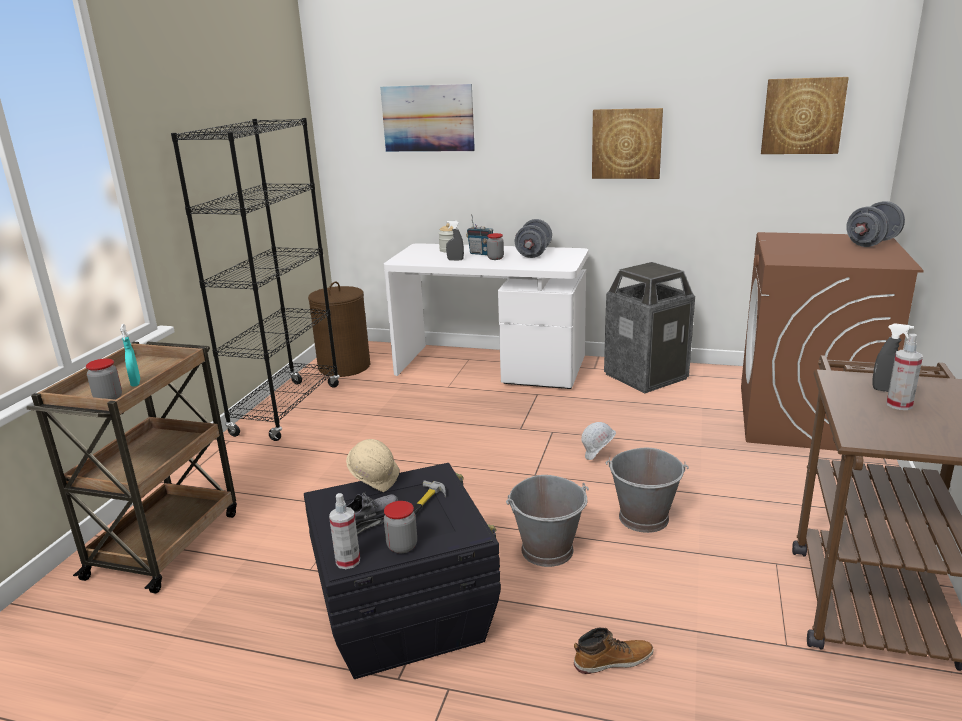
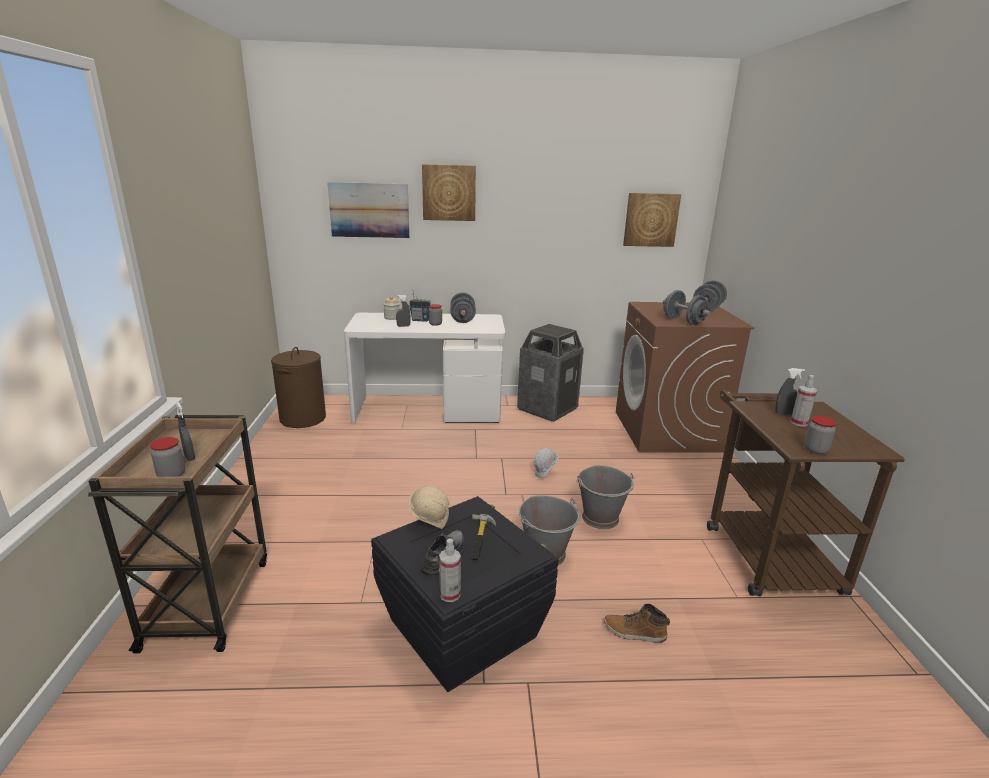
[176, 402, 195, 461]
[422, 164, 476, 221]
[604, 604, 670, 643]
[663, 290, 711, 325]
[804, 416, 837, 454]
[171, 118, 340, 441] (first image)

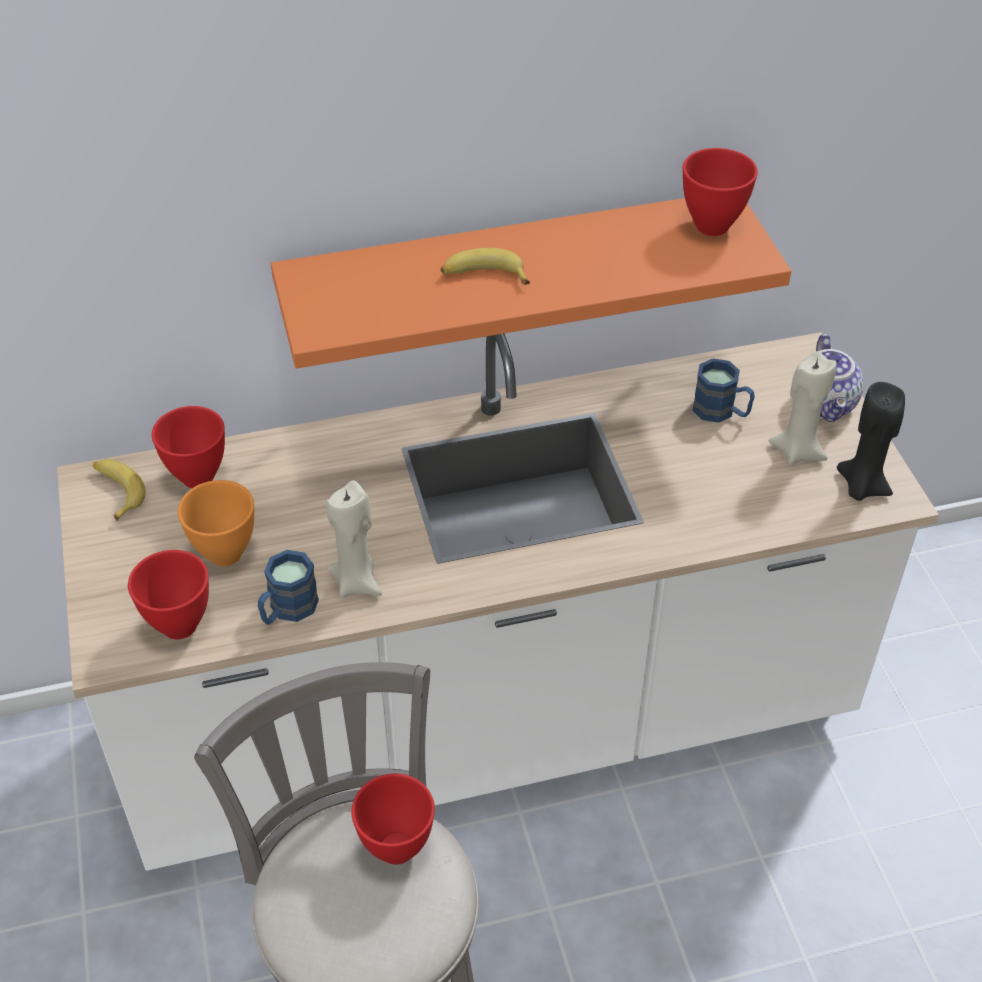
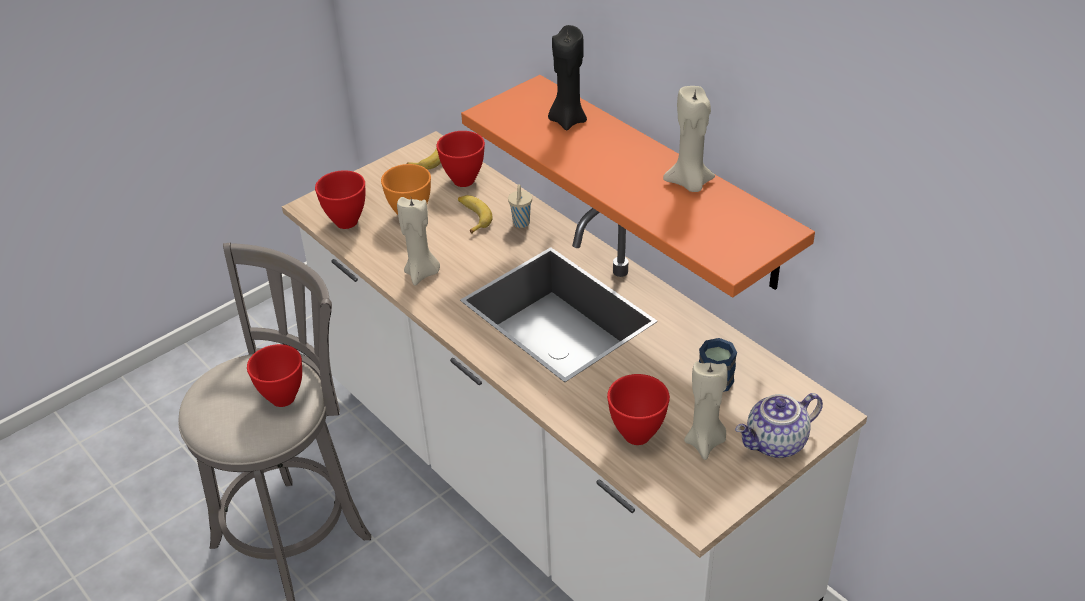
[458, 195, 493, 234]
[508, 184, 532, 228]
[548, 25, 587, 131]
[607, 374, 670, 445]
[663, 86, 715, 192]
[258, 550, 319, 625] (first image)

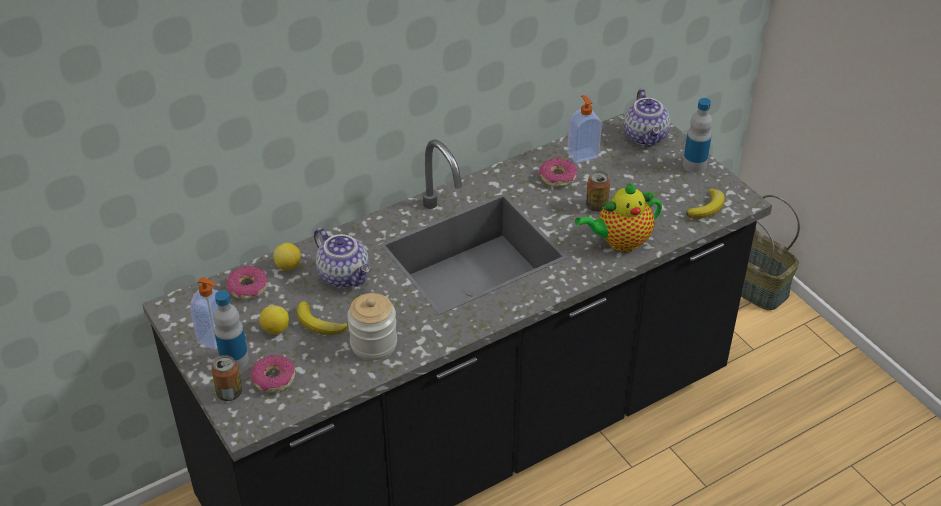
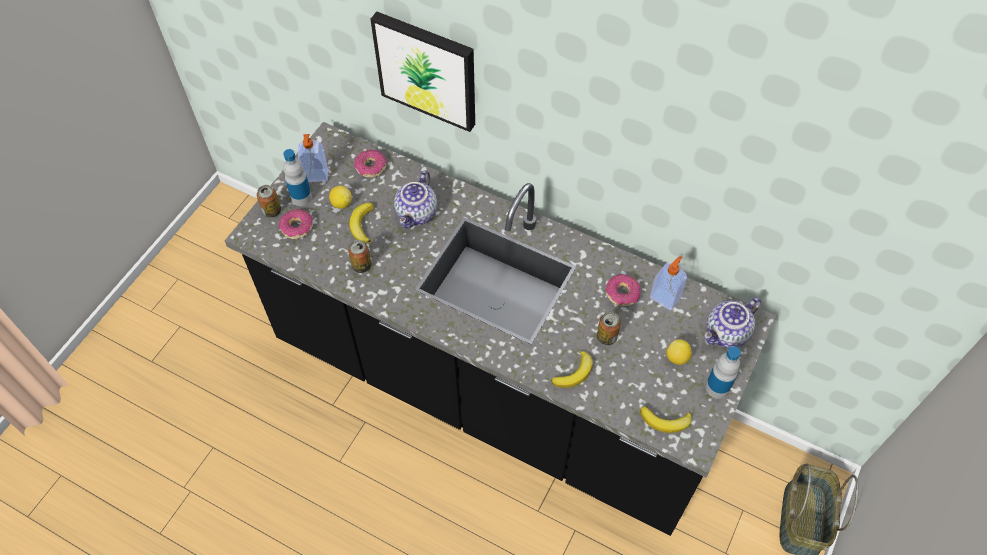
[348, 240, 372, 273]
[370, 12, 475, 132]
[551, 351, 593, 388]
[666, 340, 692, 365]

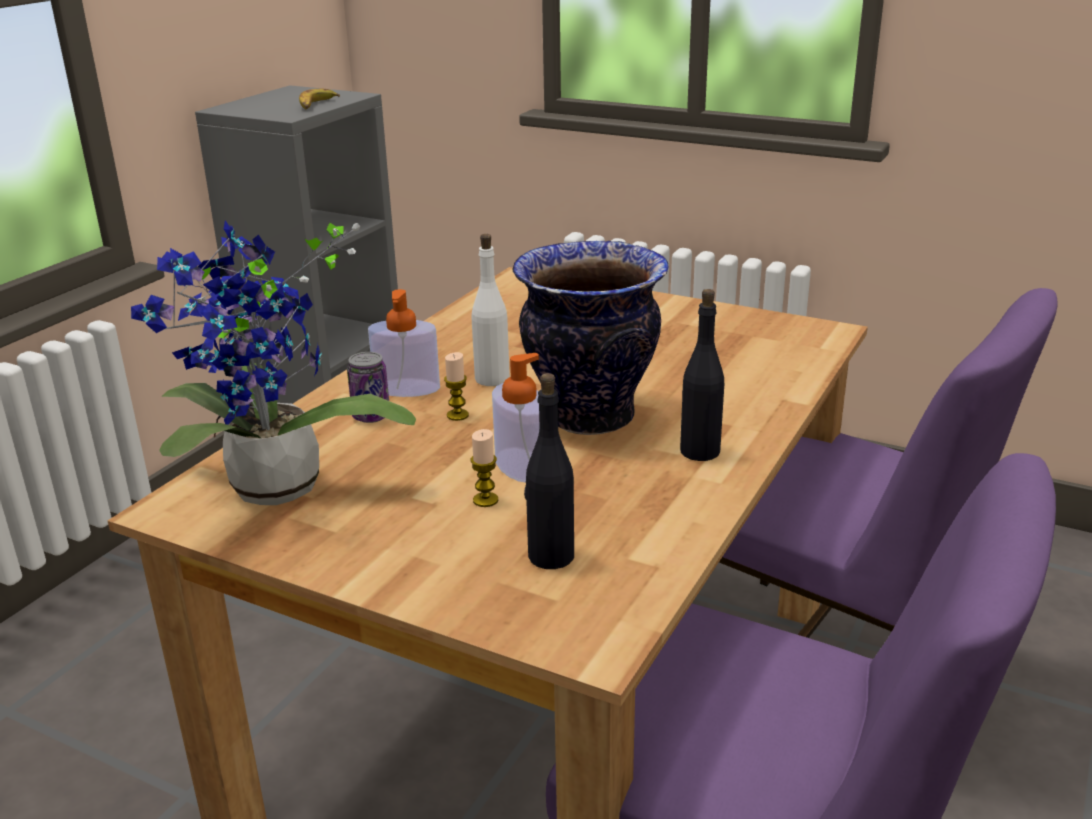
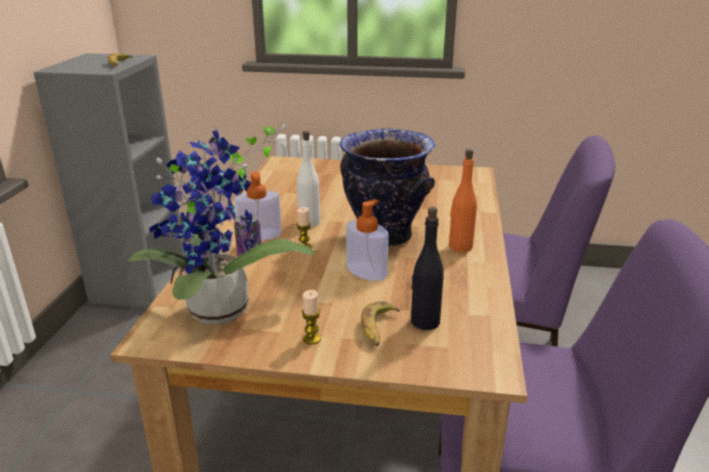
[302, 290, 321, 344]
[361, 301, 400, 346]
[449, 149, 477, 252]

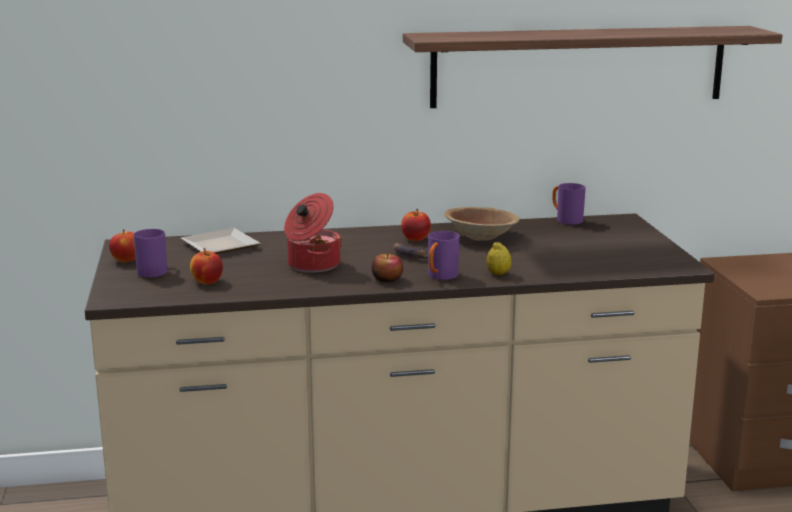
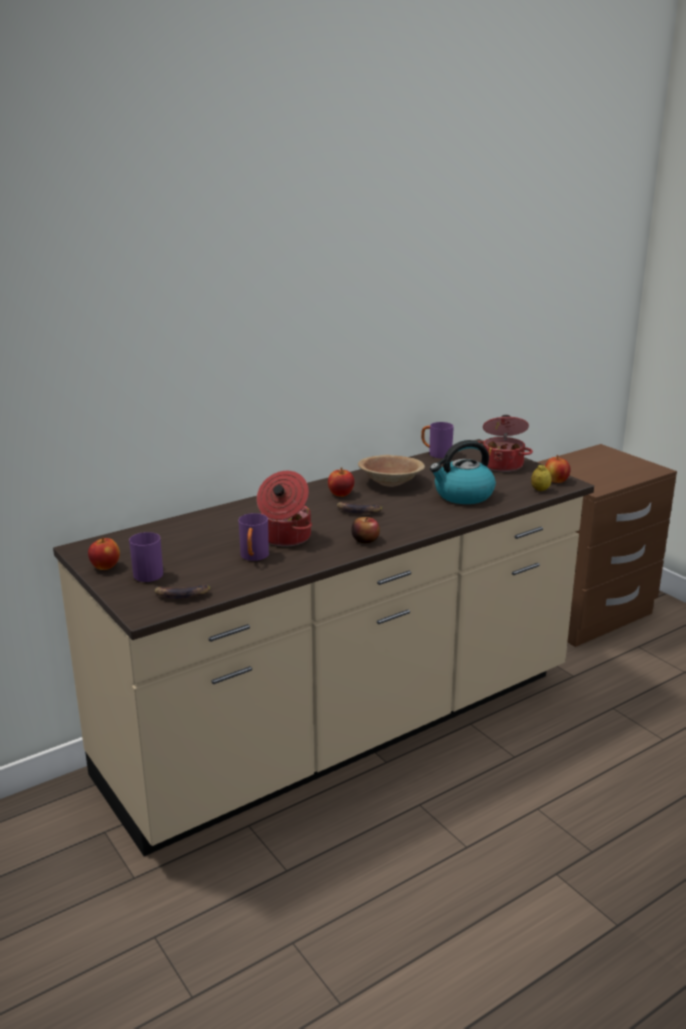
[155, 585, 211, 599]
[239, 513, 269, 561]
[430, 440, 496, 504]
[478, 415, 533, 472]
[531, 464, 551, 491]
[545, 455, 571, 483]
[181, 228, 261, 254] (first image)
[403, 26, 783, 108] (first image)

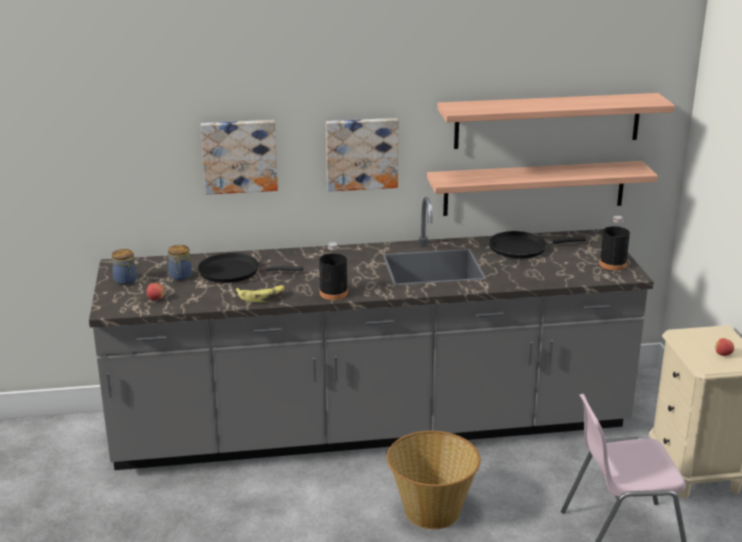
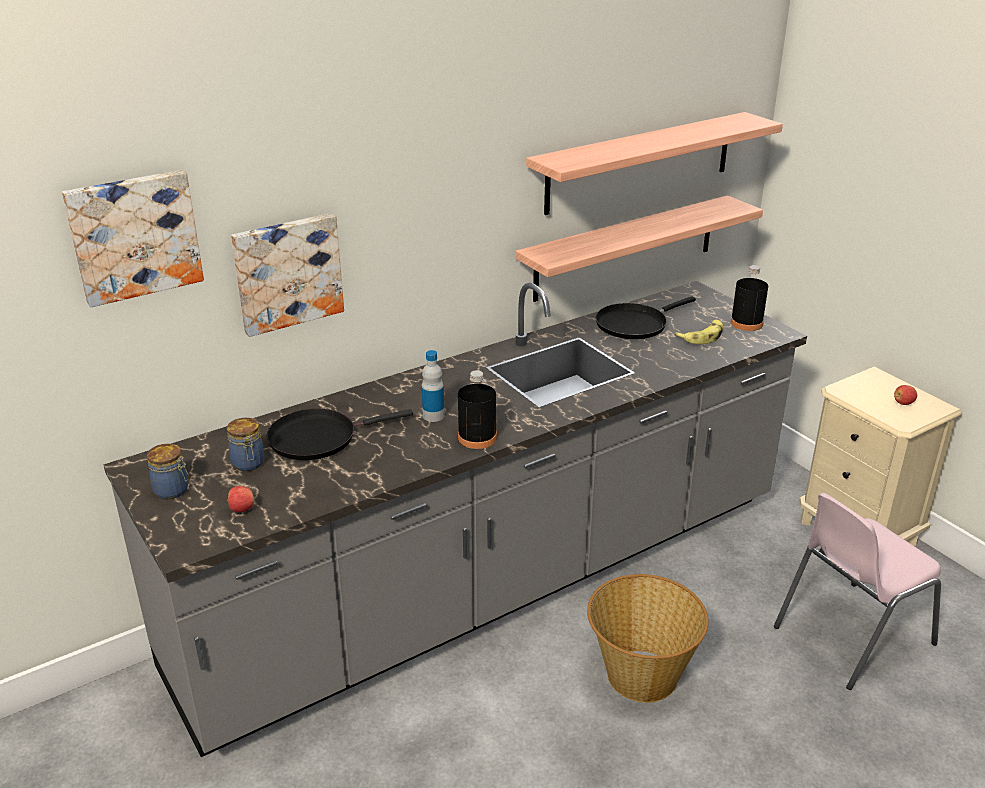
[62, 170, 204, 307]
[422, 350, 445, 422]
[675, 320, 723, 344]

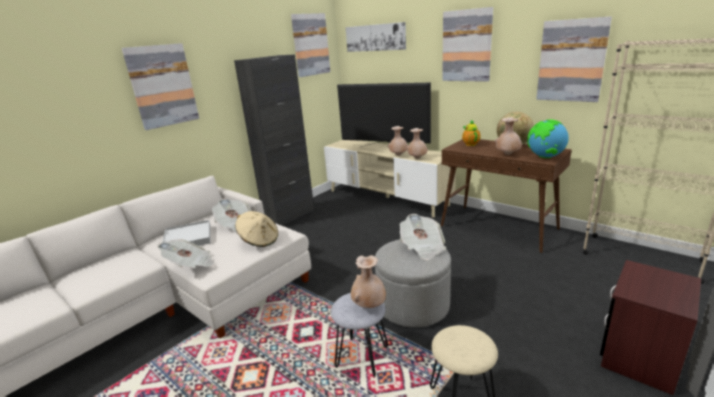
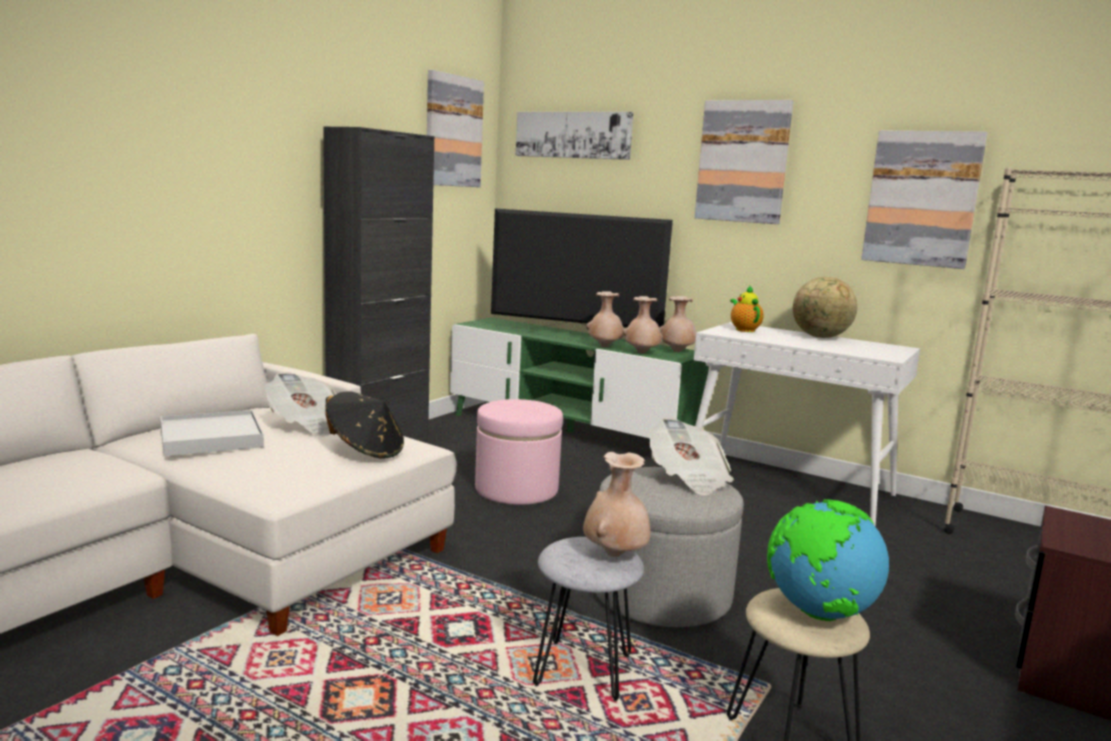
[326, 392, 404, 459]
[450, 318, 709, 438]
[475, 399, 563, 505]
[659, 296, 696, 352]
[694, 322, 920, 527]
[767, 499, 889, 621]
[122, 43, 199, 130] (first image)
[157, 240, 215, 268] (first image)

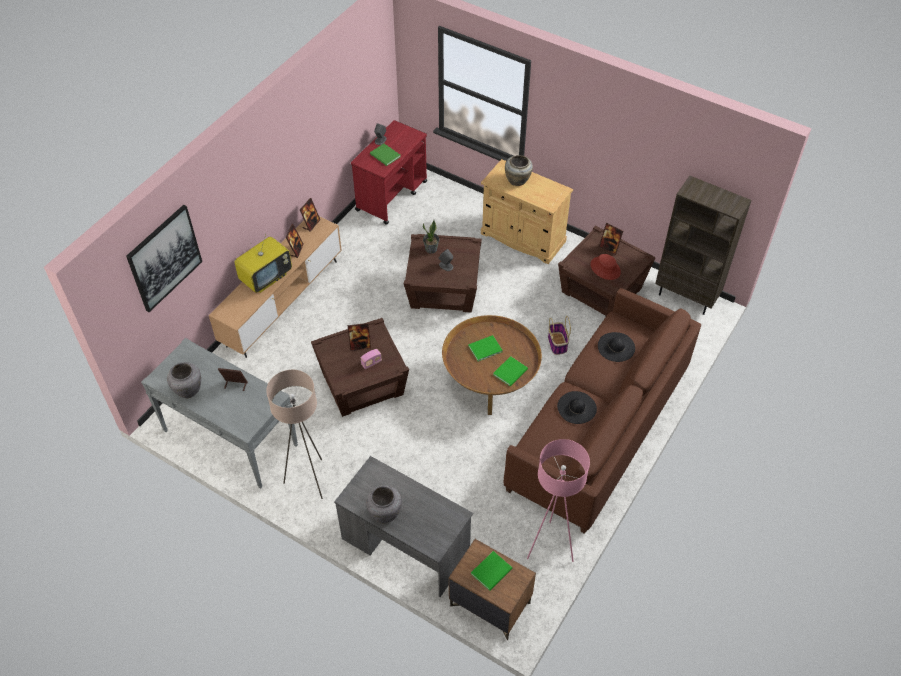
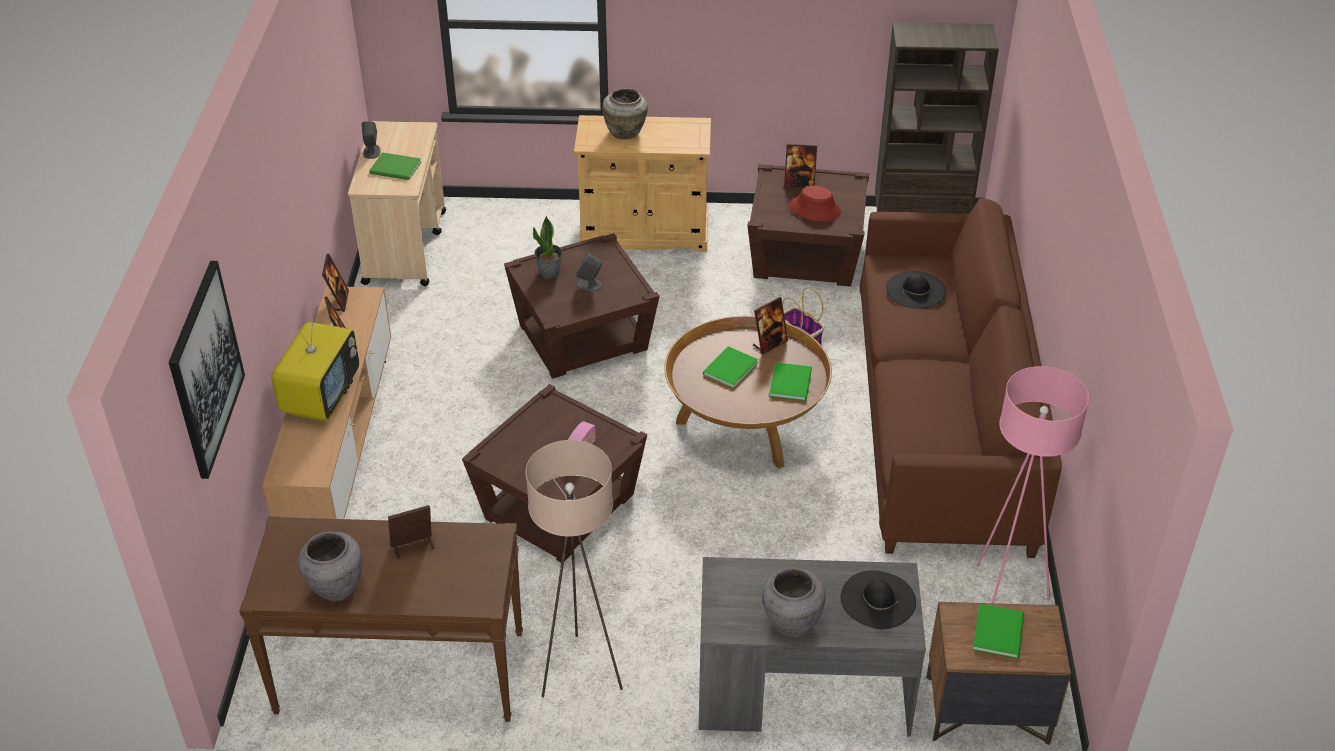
[239, 516, 523, 722]
[348, 121, 446, 286]
[753, 297, 788, 354]
[840, 570, 916, 629]

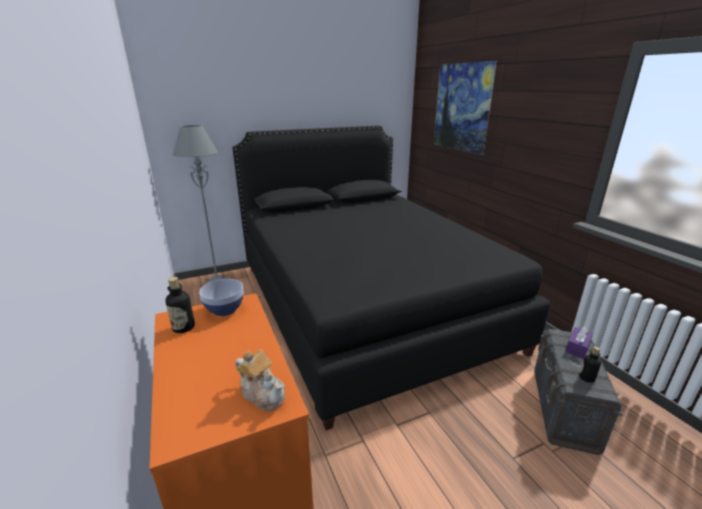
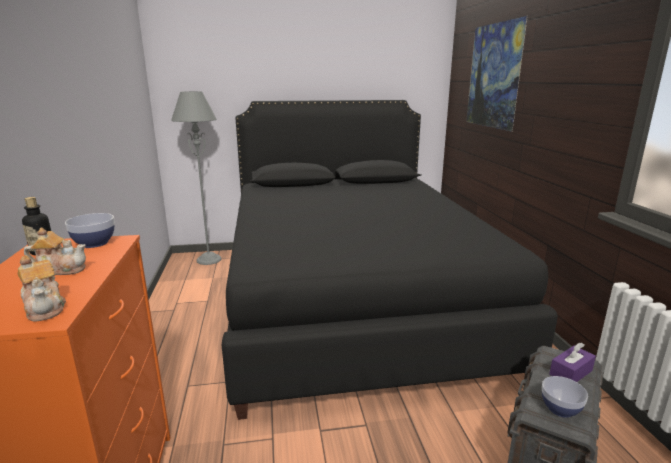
[24, 228, 86, 275]
[542, 376, 588, 418]

